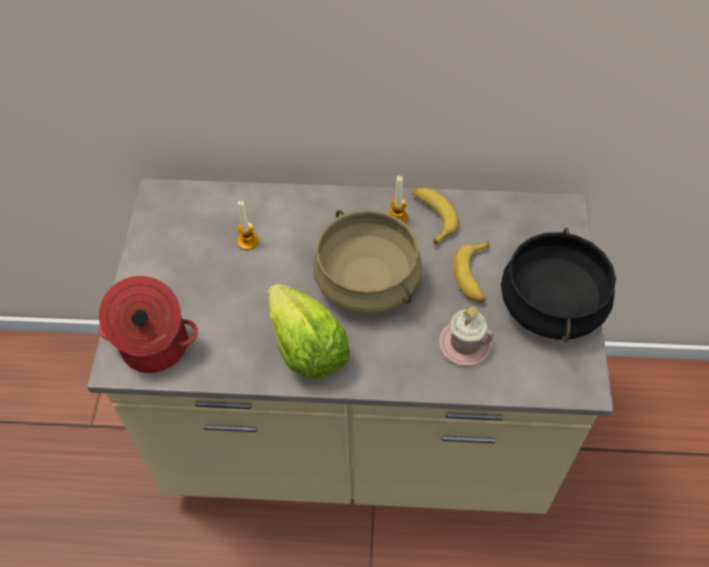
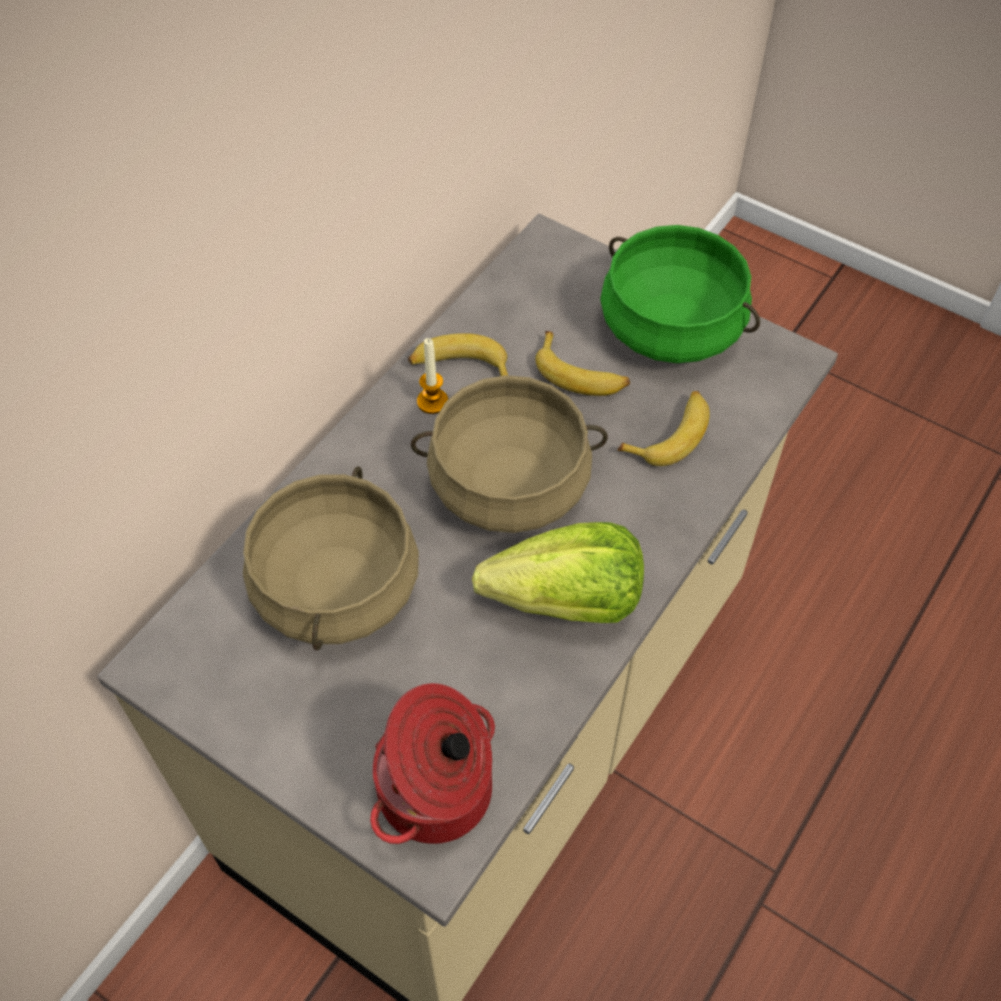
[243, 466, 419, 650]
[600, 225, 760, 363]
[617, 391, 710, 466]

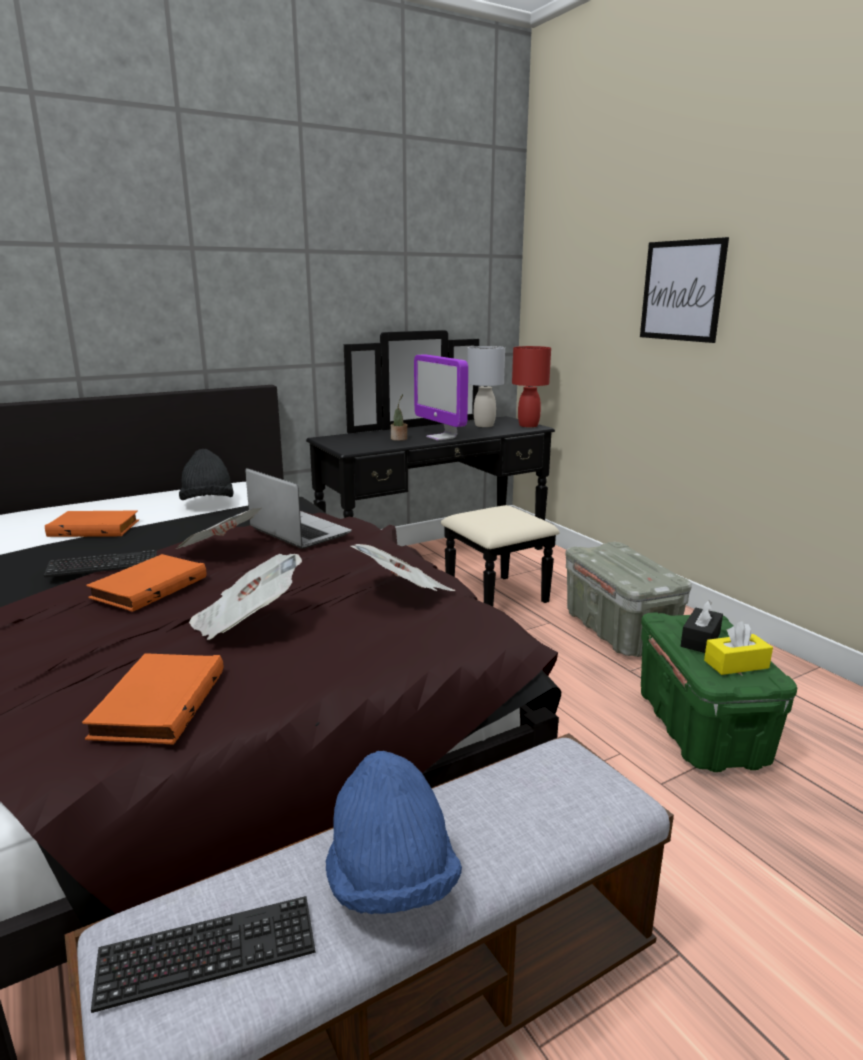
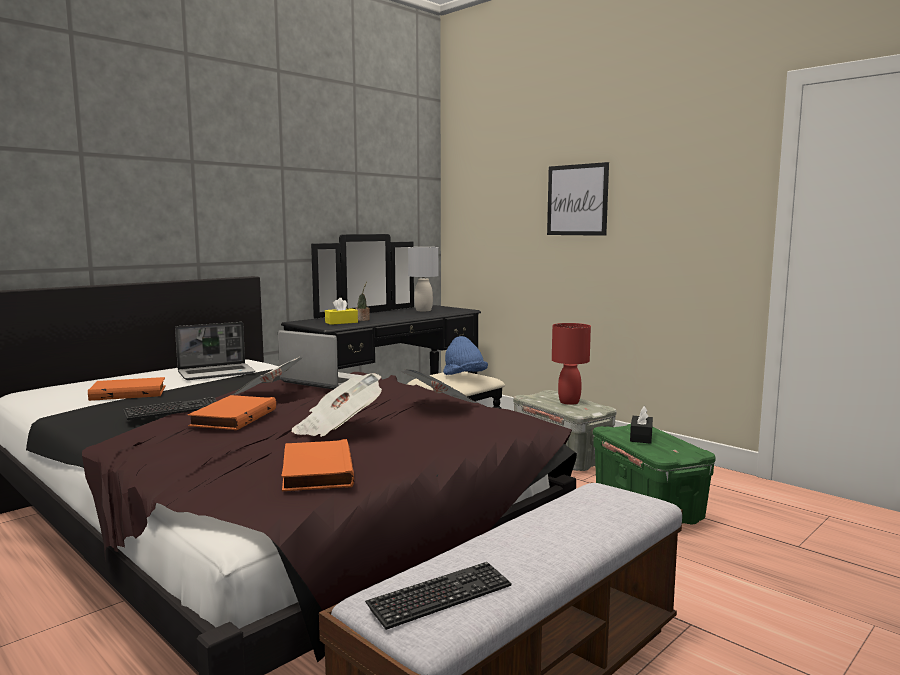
[175, 322, 255, 380]
[325, 298, 358, 325]
[443, 336, 488, 375]
[552, 323, 591, 405]
[414, 354, 468, 441] (first image)

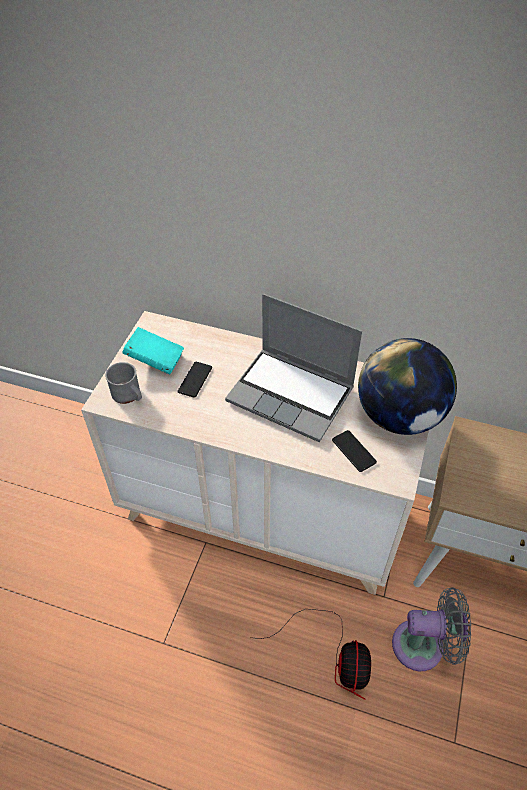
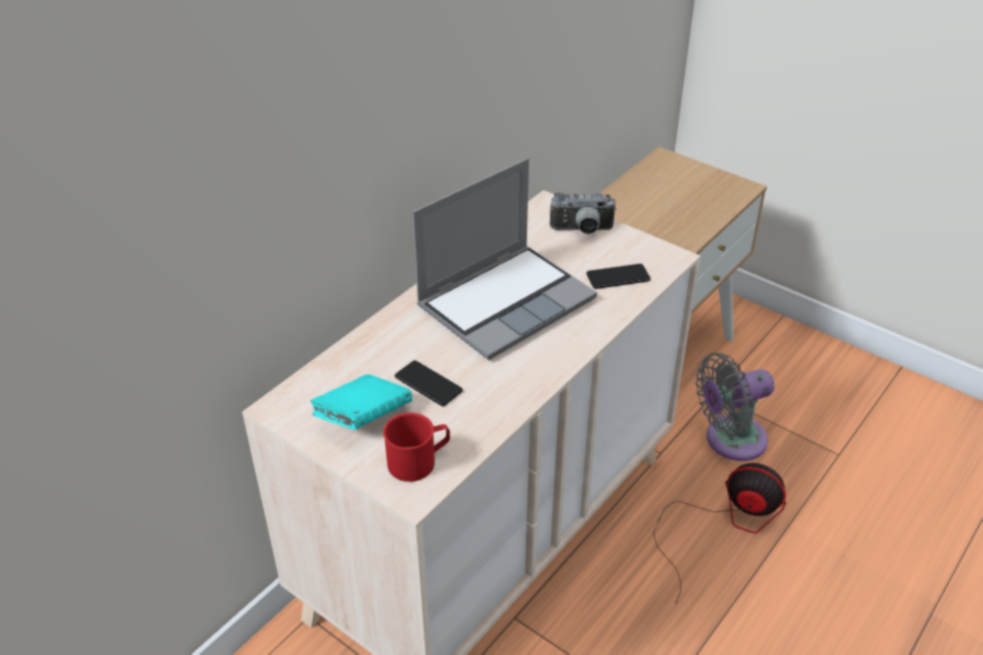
[383, 413, 450, 482]
[550, 192, 616, 234]
[696, 353, 774, 461]

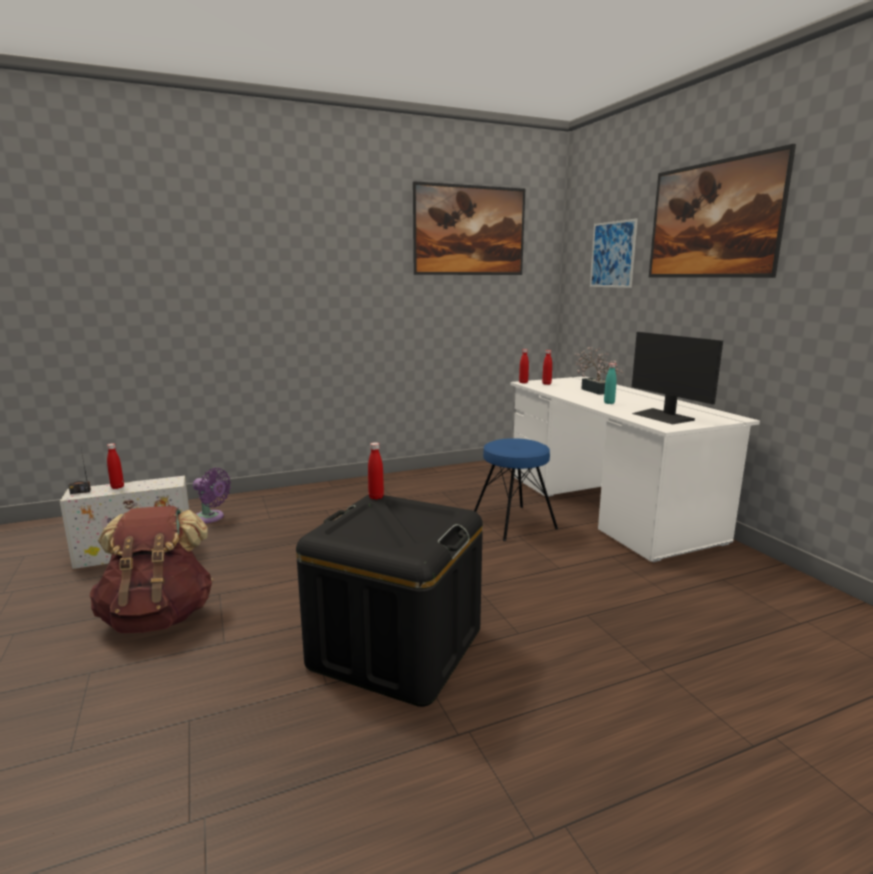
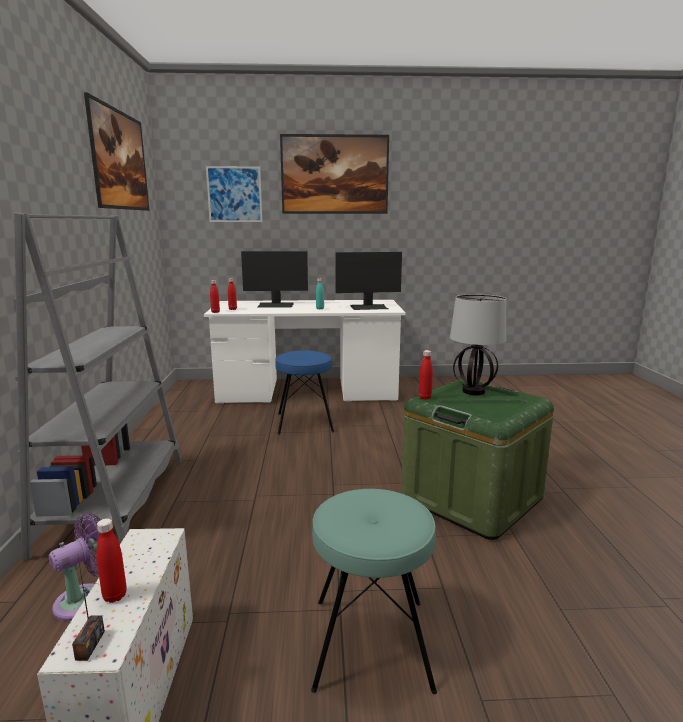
[14, 213, 182, 560]
[241, 251, 308, 307]
[311, 489, 437, 694]
[401, 379, 554, 540]
[450, 294, 507, 395]

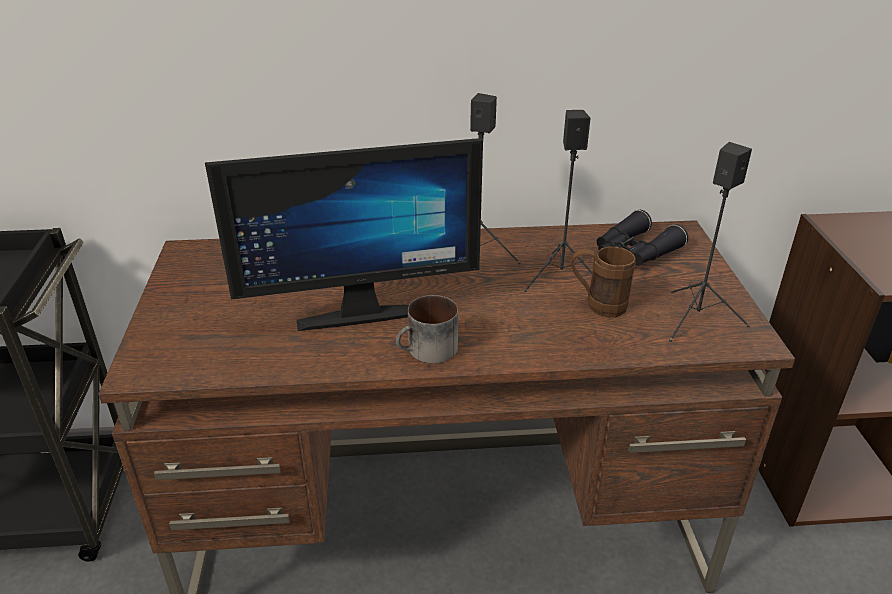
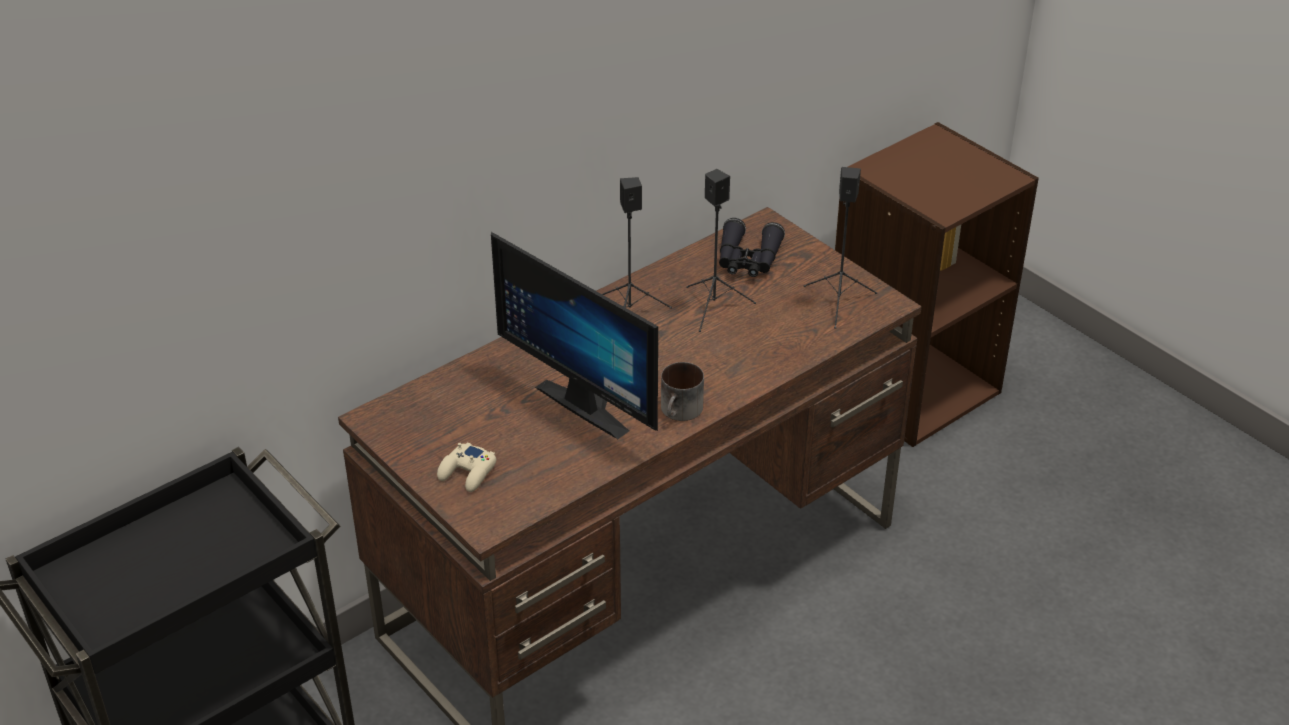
[437, 442, 496, 492]
[491, 232, 658, 439]
[572, 247, 636, 317] (first image)

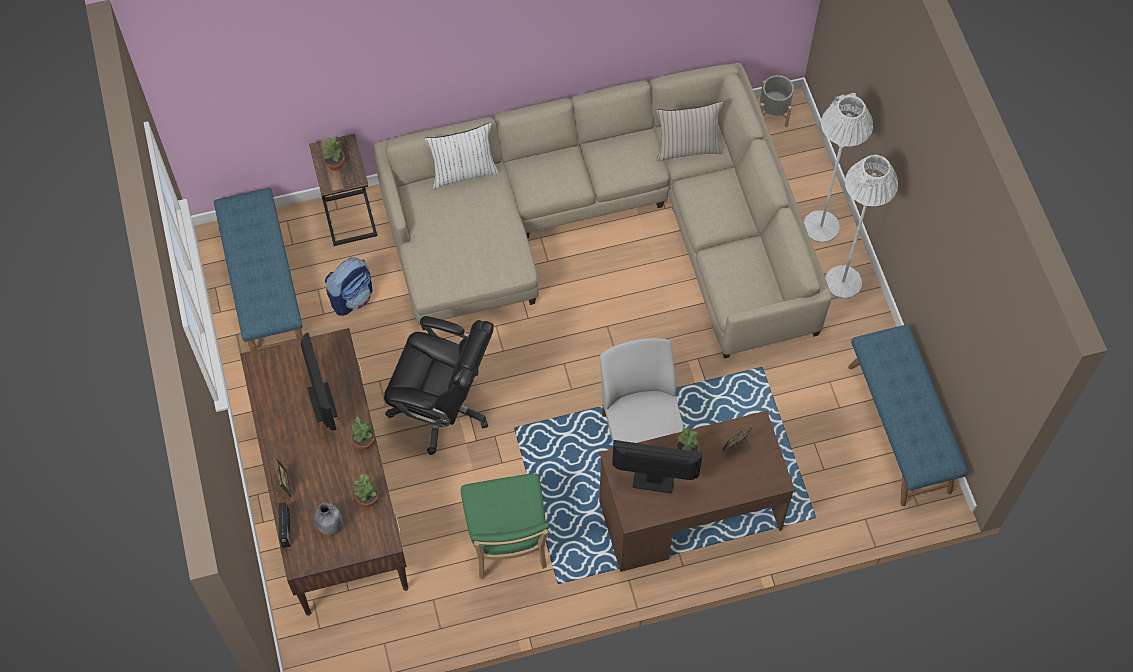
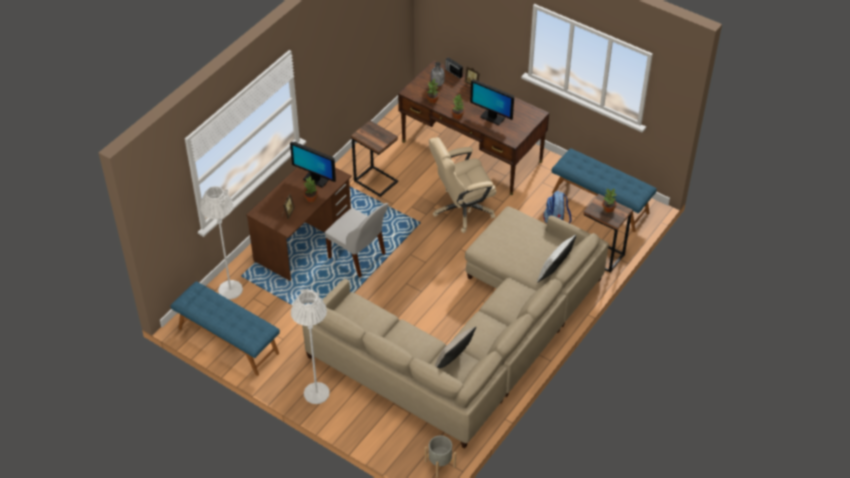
[200, 186, 243, 300]
[290, 142, 336, 188]
[351, 121, 398, 197]
[429, 137, 496, 233]

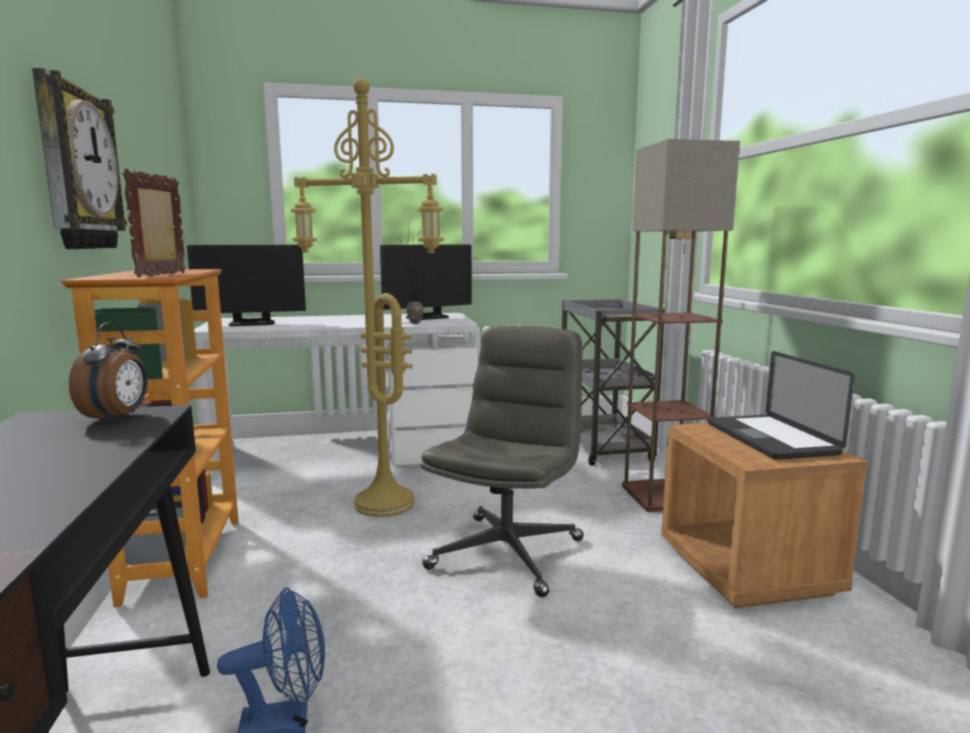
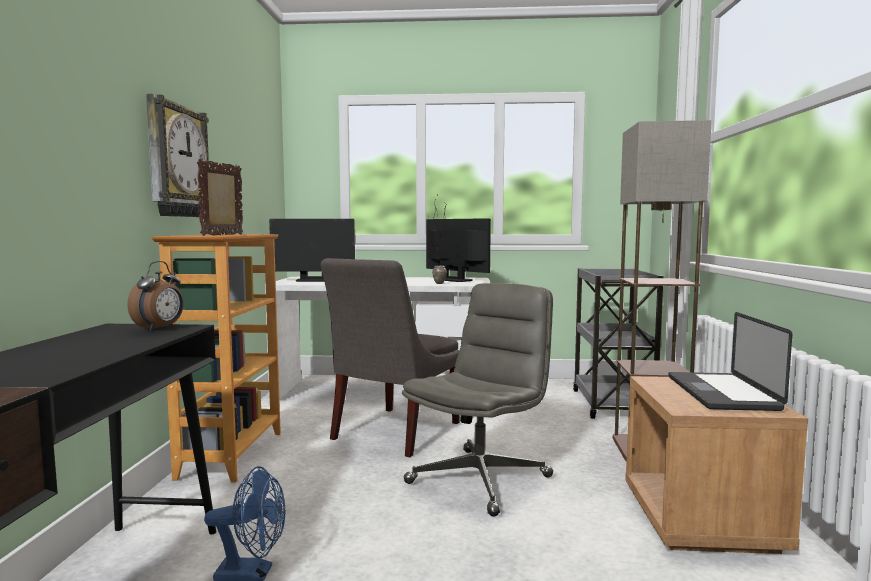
[321, 258, 459, 457]
[426, 218, 491, 282]

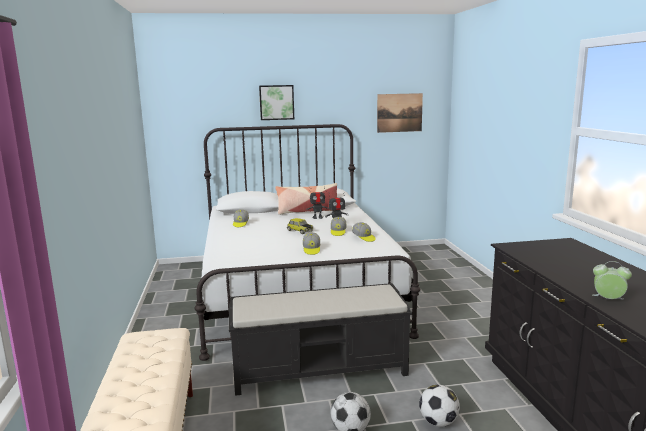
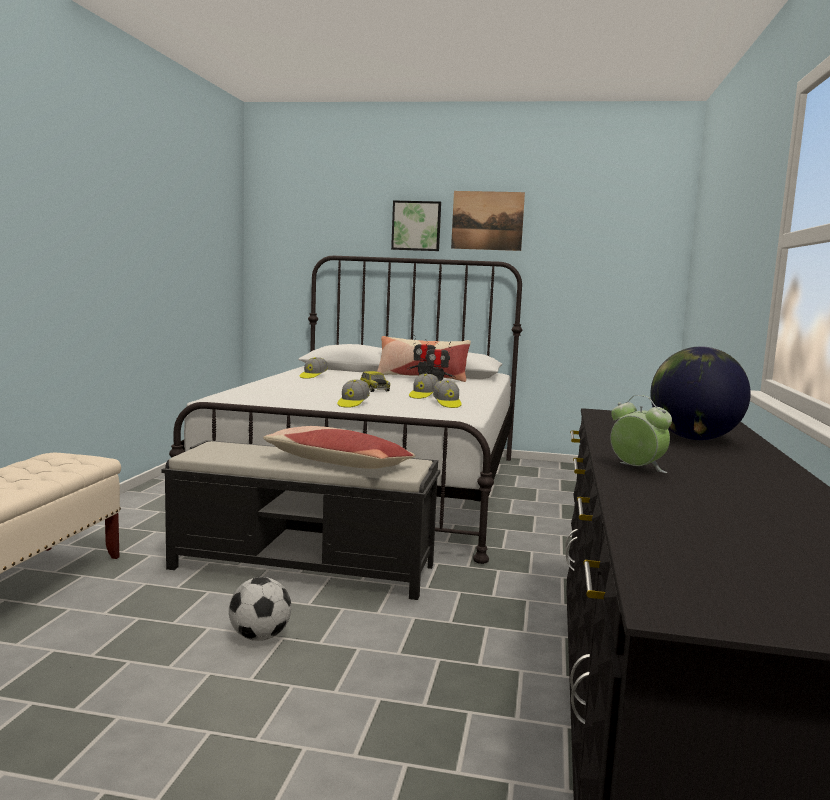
[263, 426, 416, 469]
[451, 191, 525, 251]
[651, 347, 751, 440]
[419, 384, 460, 427] (first image)

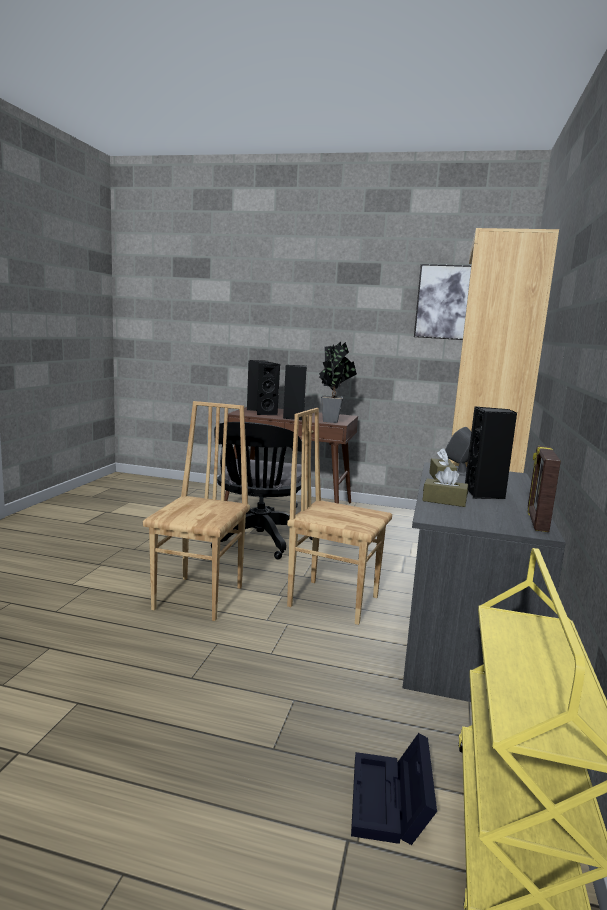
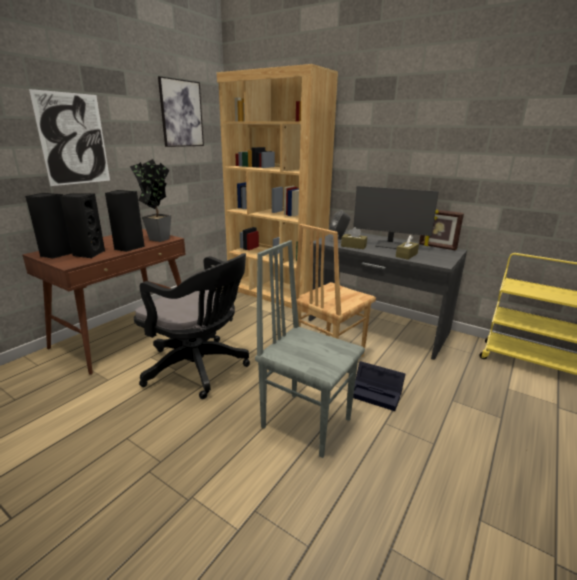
[29, 89, 110, 186]
[255, 240, 365, 458]
[353, 186, 439, 249]
[353, 361, 405, 411]

